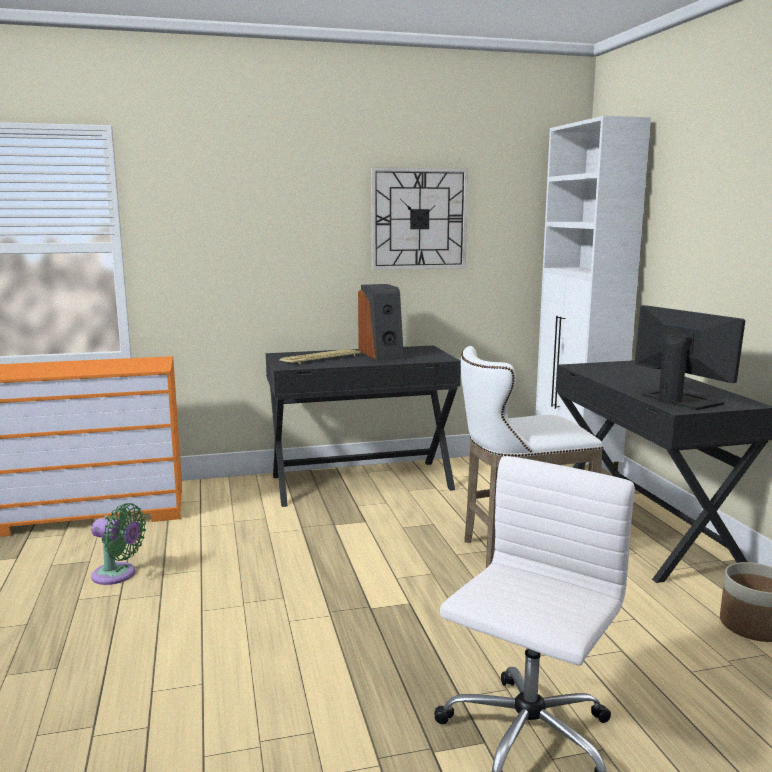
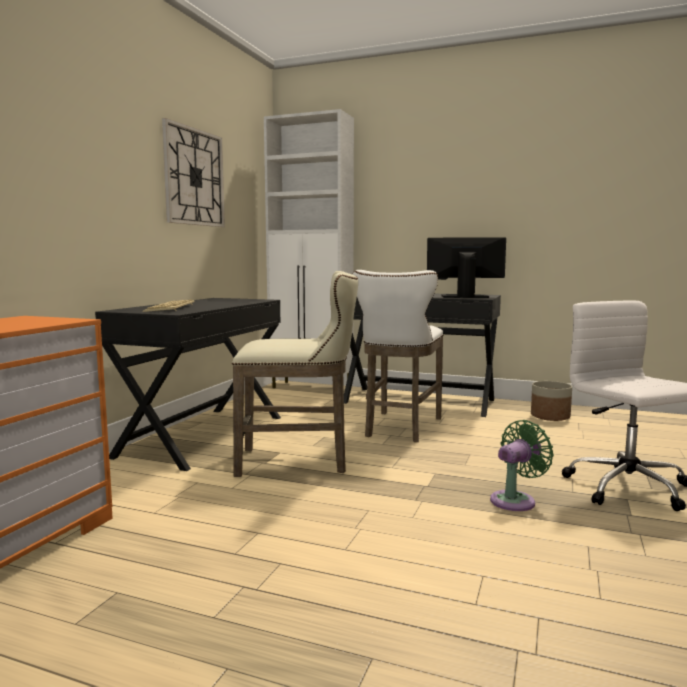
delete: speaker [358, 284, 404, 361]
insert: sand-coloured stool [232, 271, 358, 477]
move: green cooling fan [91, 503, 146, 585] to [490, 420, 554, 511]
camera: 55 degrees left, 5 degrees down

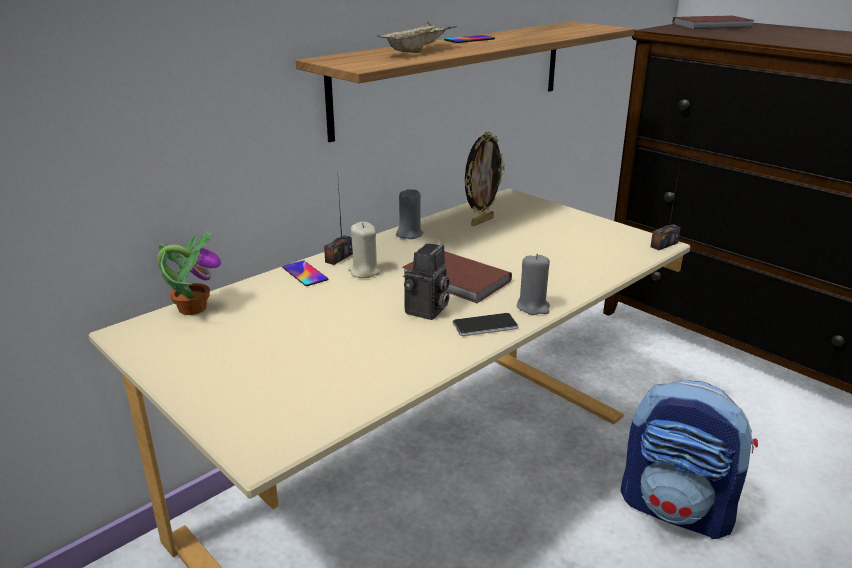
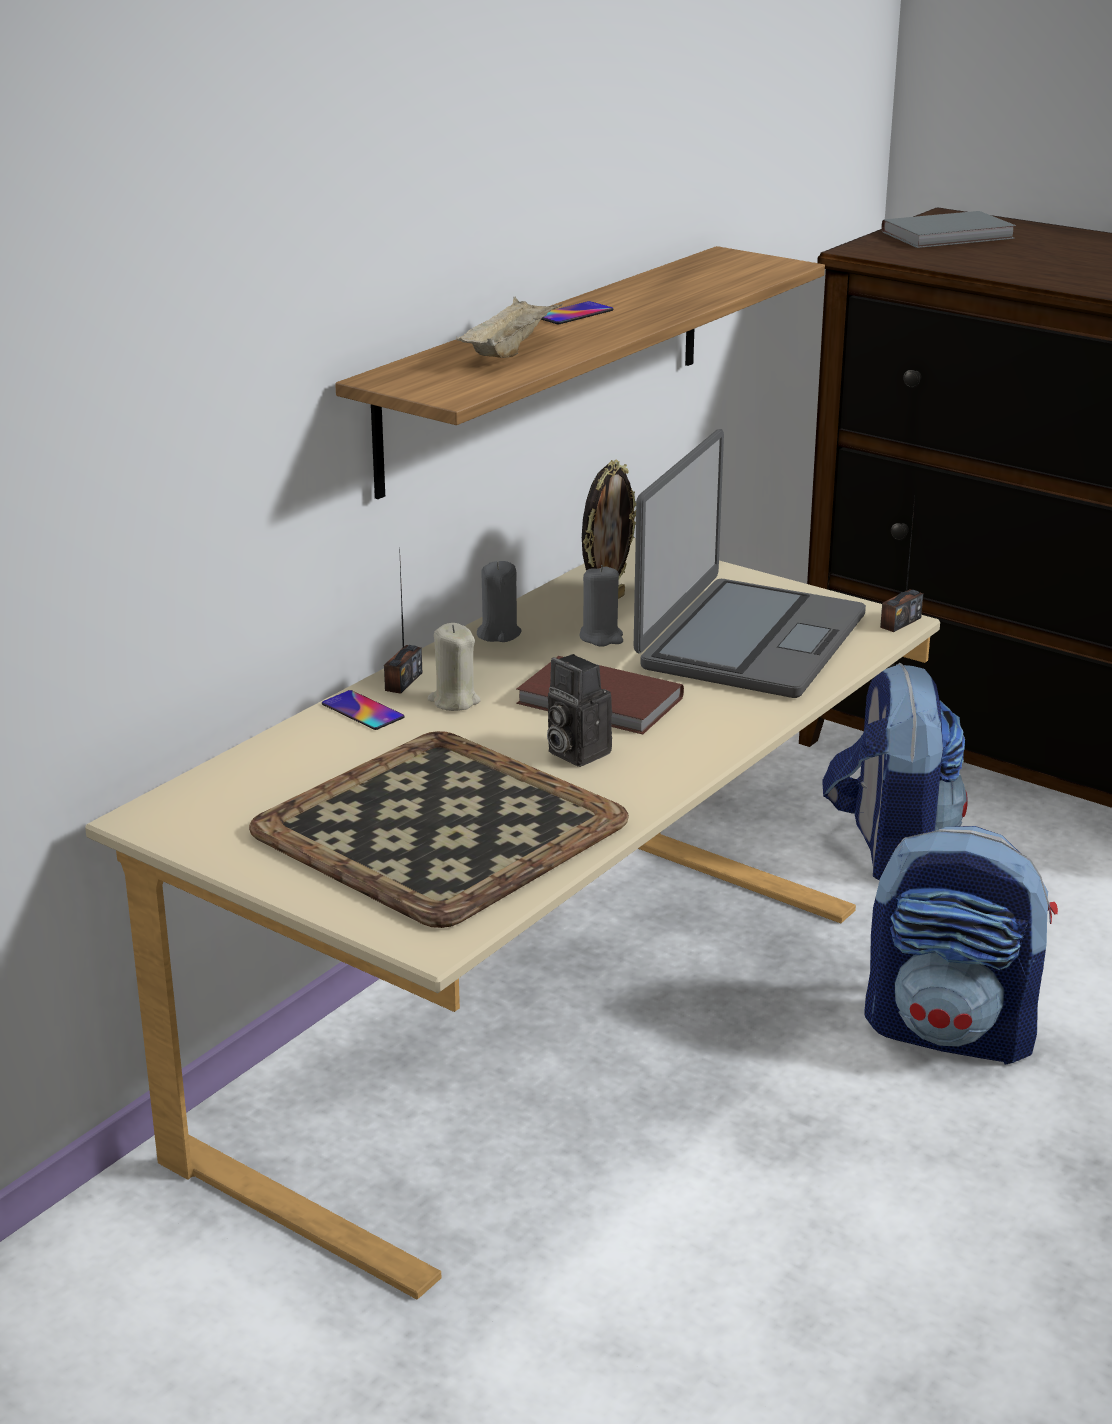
delete: plant in a pot [157, 232, 221, 315]; handset [453, 313, 518, 336]
insert: tray [249, 731, 629, 928]; laptop [634, 429, 866, 698]; backpack [822, 663, 968, 881]
move: grey candle [517, 254, 550, 315] to [580, 565, 623, 647]
recolor: brown-coloured book [672, 15, 754, 30] to grey book [881, 211, 1016, 248]
rotate: photo camera [404, 243, 450, 320] = [547, 654, 612, 767] 120 degrees clockwise
camera: 10 degrees left, 0 degrees up

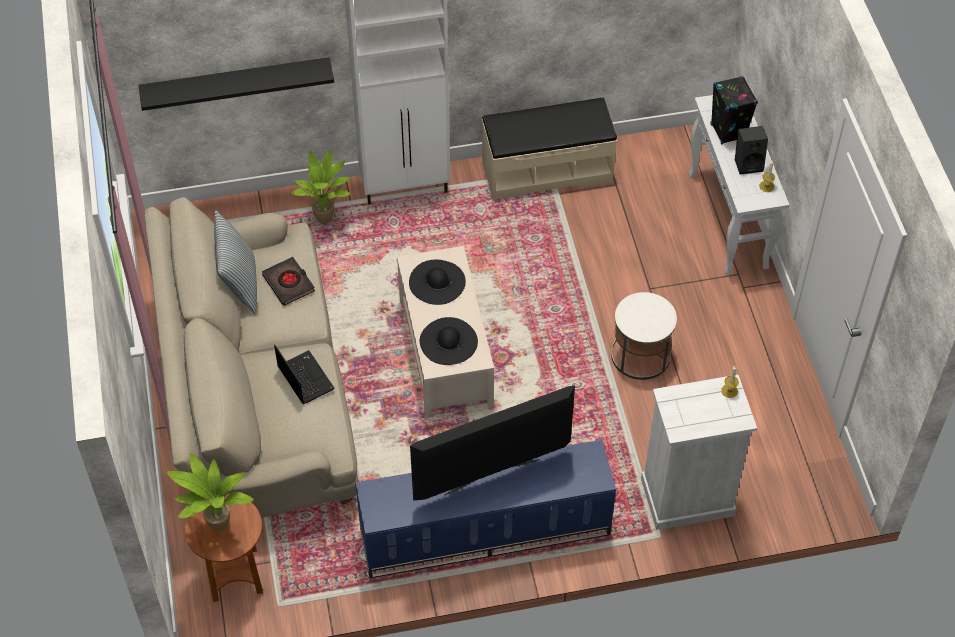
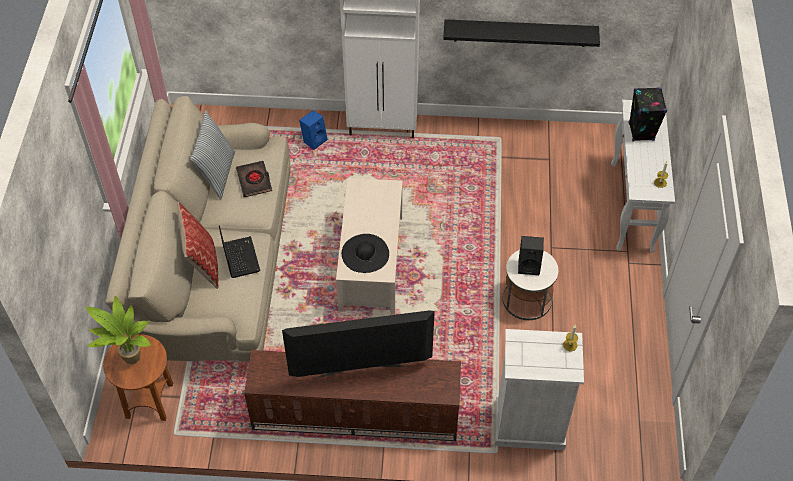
delete: black-coloured wearable hat [409, 260, 466, 305]; sand-coloured long seat [482, 98, 617, 200]
insert: pillow [177, 202, 218, 289]
move: black-coloured wall shelf [139, 57, 334, 111] to [443, 19, 600, 47]; black-coloured speaker [735, 126, 768, 175] to [518, 236, 544, 275]
replace: plant in a pot [291, 150, 351, 224] to blue speaker [299, 110, 327, 150]
recolor: blue tv stand [355, 440, 616, 578] to brown-coloured tv stand [244, 350, 461, 441]
camera: 15 degrees right, 0 degrees up

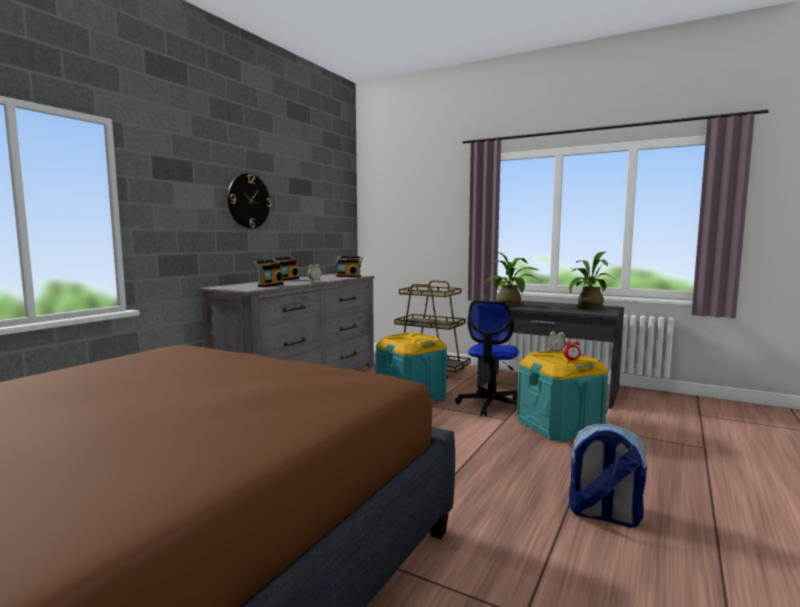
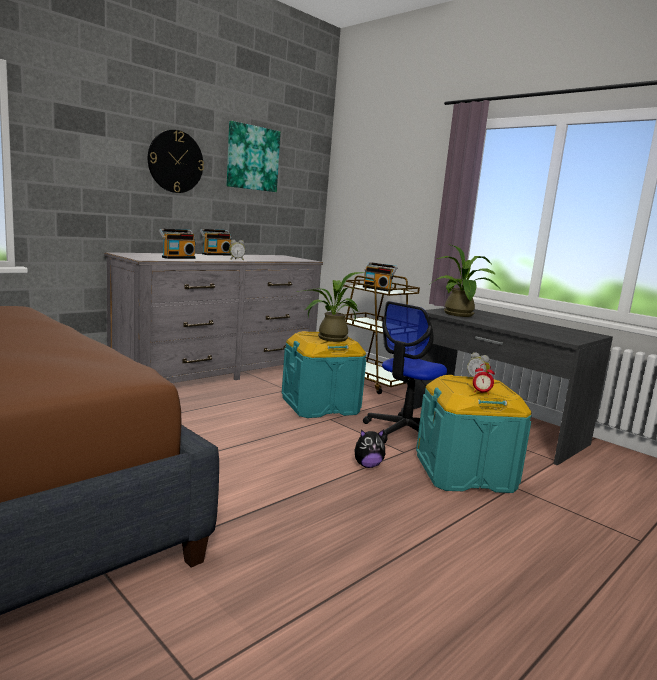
delete: backpack [569, 424, 647, 527]
insert: picture [227, 121, 280, 192]; cuddly toy [354, 430, 385, 468]
move: plant in a pot [569, 252, 613, 309] to [298, 272, 364, 342]; radio set [336, 256, 363, 277] to [363, 262, 397, 291]
camera: 15 degrees right, 5 degrees up

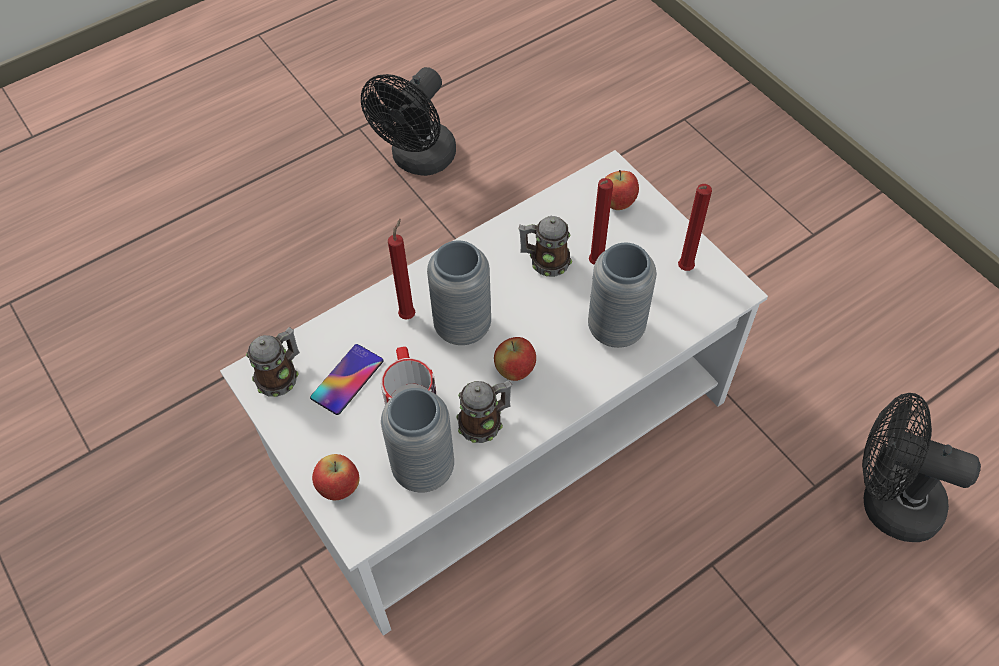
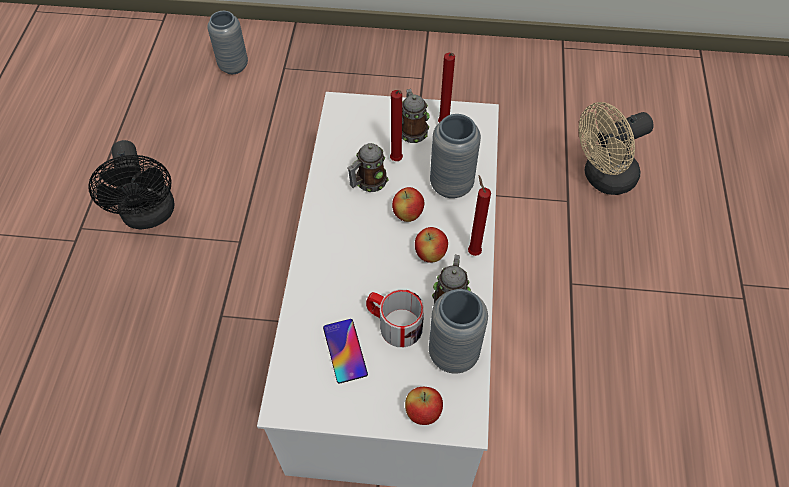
move: grey decorative vase [427, 241, 491, 345] to [207, 11, 248, 74]; whole apple [605, 170, 639, 210] to [392, 187, 424, 222]; coffee mug [246, 327, 300, 397] to [402, 89, 430, 143]; red-coloured candle [388, 218, 415, 320] to [468, 176, 491, 256]
recolor: black-coloured cooling fan [862, 393, 981, 542] to sand-coloured cooling fan [579, 102, 653, 195]
camera: 50 degrees left, 0 degrees up

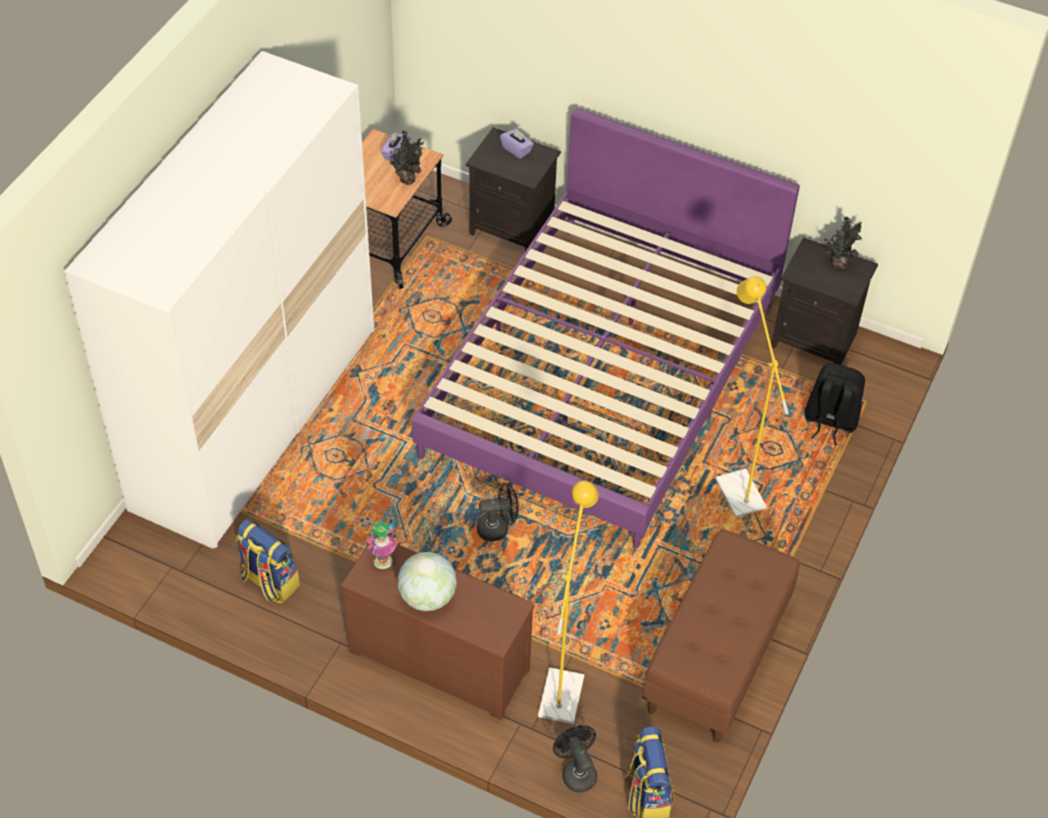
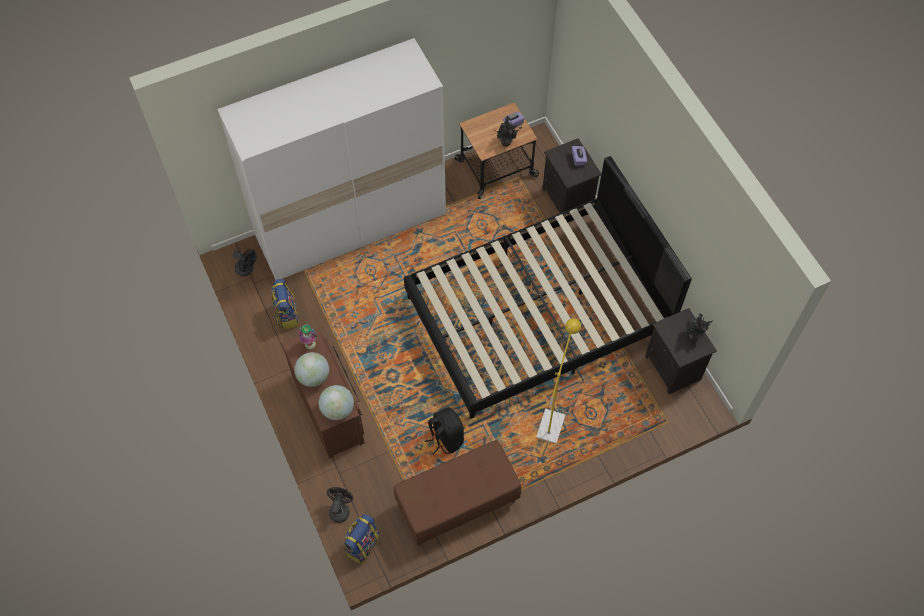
delete: yellowish standard lamp [538, 481, 599, 724]
insert: desk globe [318, 385, 354, 420]
move: black-coloured cooling fan [477, 483, 519, 541] to [232, 249, 256, 277]; black-coloured backpack [805, 364, 865, 446] to [425, 407, 464, 455]
recolor: purplish bed [412, 108, 800, 548] to black-coloured bed [404, 156, 692, 419]
camera: 40 degrees right, 10 degrees up

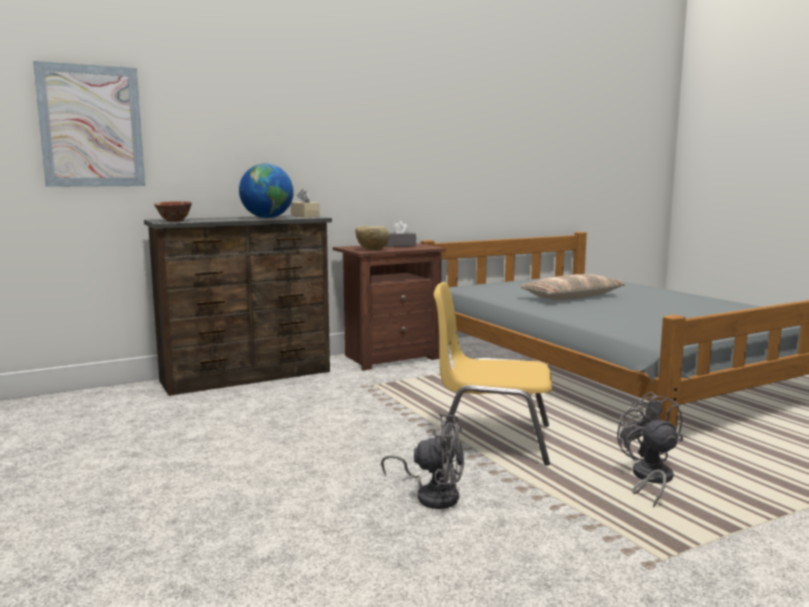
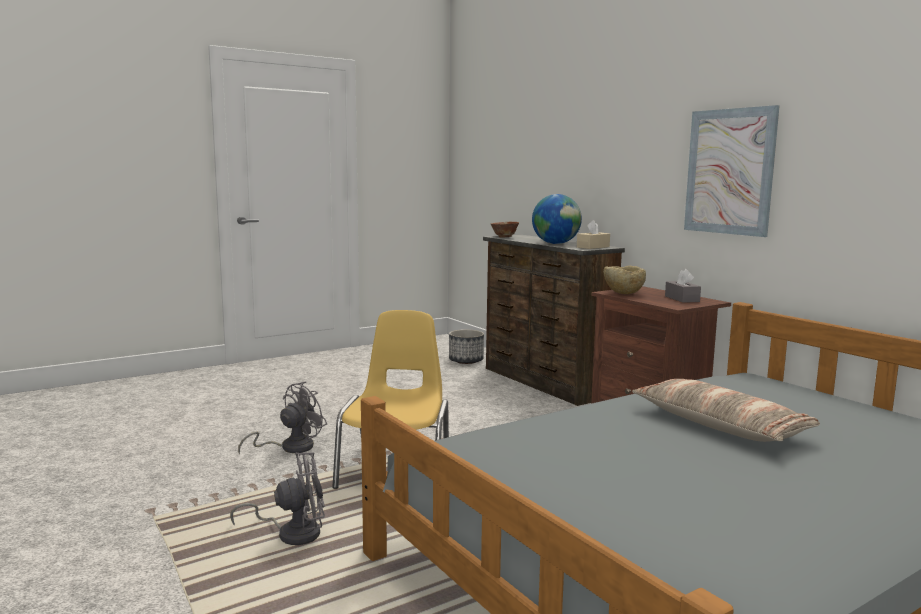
insert: planter [449, 329, 484, 364]
move: picture [33, 61, 145, 187] to [684, 105, 780, 237]
rotate: grey cooling fan [381, 413, 464, 509] = [238, 381, 327, 455] 150 degrees counterclockwise
camera: 85 degrees right, 0 degrees up

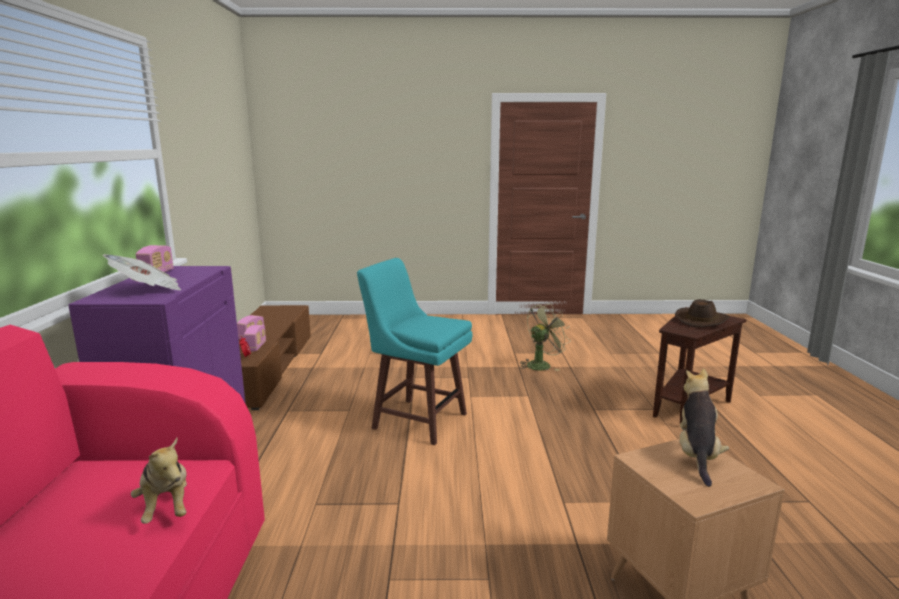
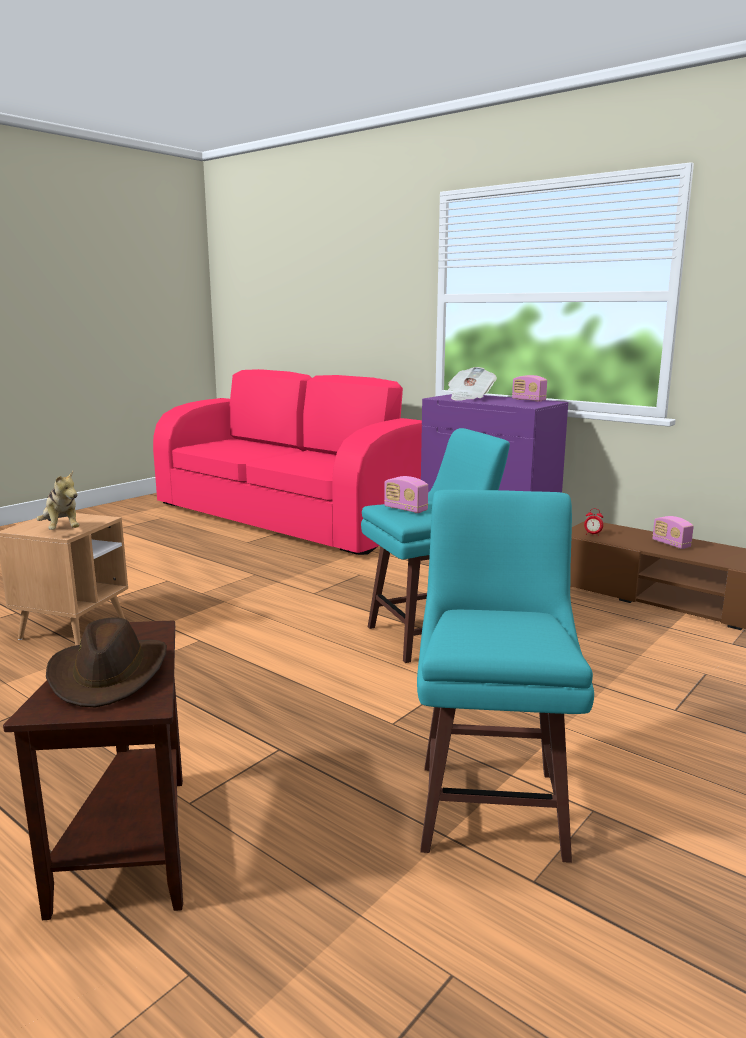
delete: cuddly toy [131, 438, 187, 524]
move: radio set [244, 325, 266, 351] to [384, 476, 428, 513]
replace: green cooling fan [519, 303, 570, 371] to turquoise-coloured stool [417, 490, 594, 863]
camera: 130 degrees right, 0 degrees up

